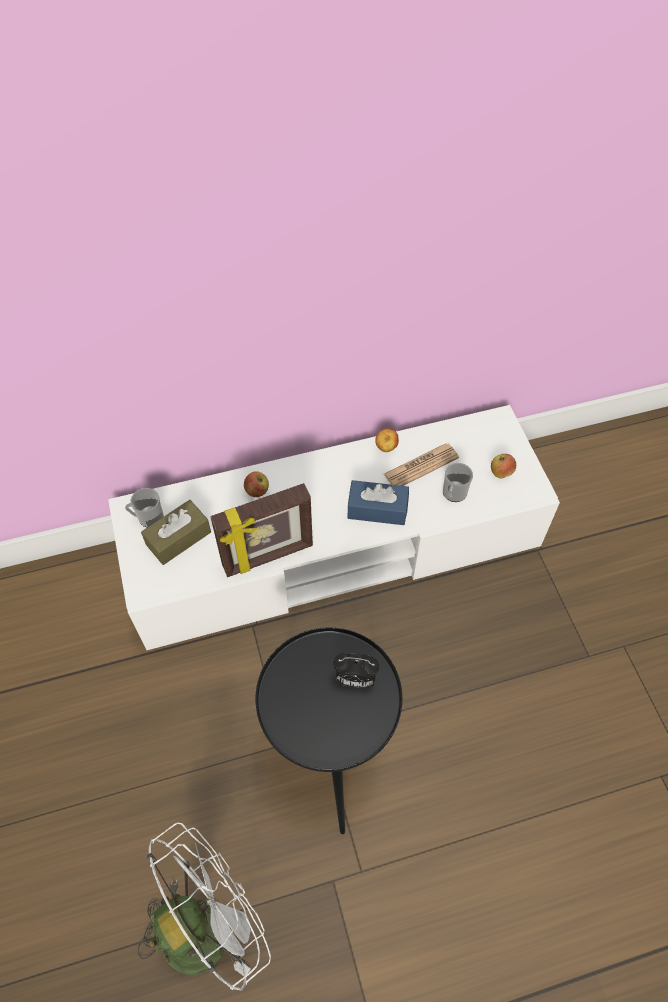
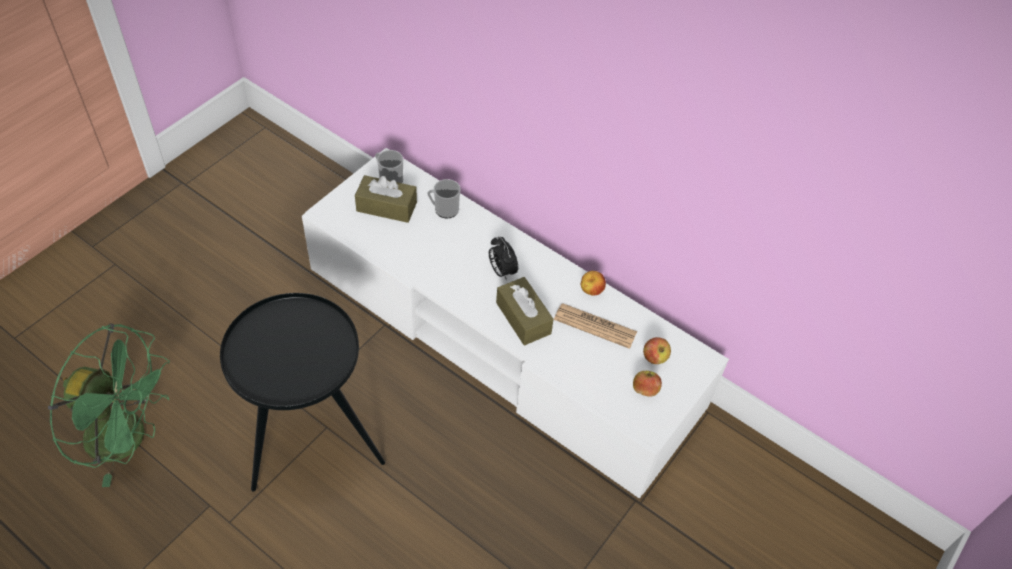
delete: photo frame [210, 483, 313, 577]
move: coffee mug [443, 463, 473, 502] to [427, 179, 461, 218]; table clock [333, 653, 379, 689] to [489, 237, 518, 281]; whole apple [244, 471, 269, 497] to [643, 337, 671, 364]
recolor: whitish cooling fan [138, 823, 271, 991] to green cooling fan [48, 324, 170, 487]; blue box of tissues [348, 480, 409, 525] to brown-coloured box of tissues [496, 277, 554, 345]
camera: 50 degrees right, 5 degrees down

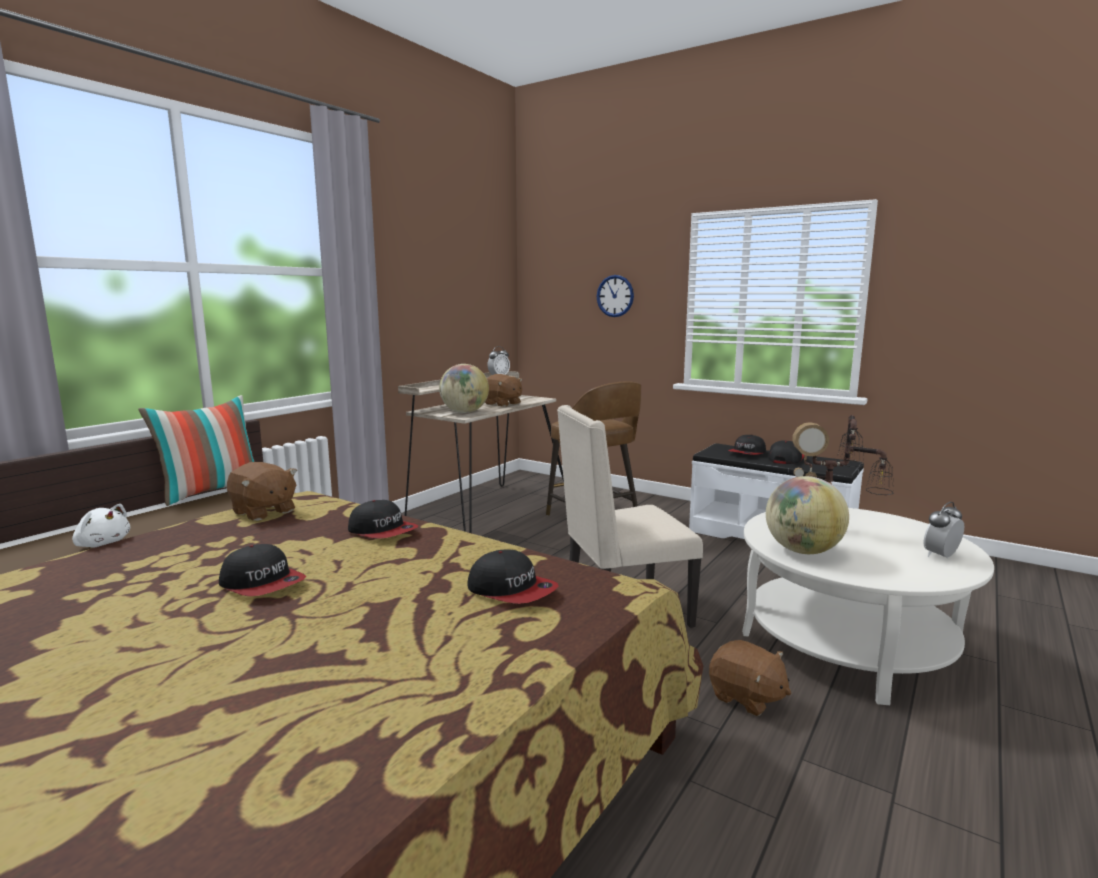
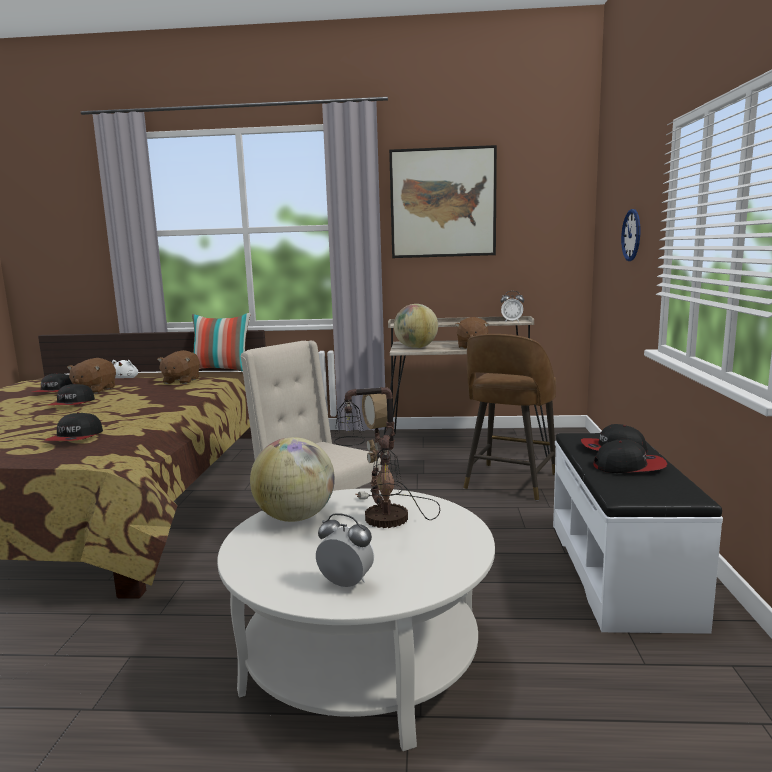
insert: picture [389, 145, 497, 258]
move: baseball cap [348, 500, 419, 539] to [32, 373, 72, 392]; brown-coloured cuddly toy [709, 640, 791, 716] to [67, 358, 116, 394]
camera: 60 degrees right, 0 degrees up

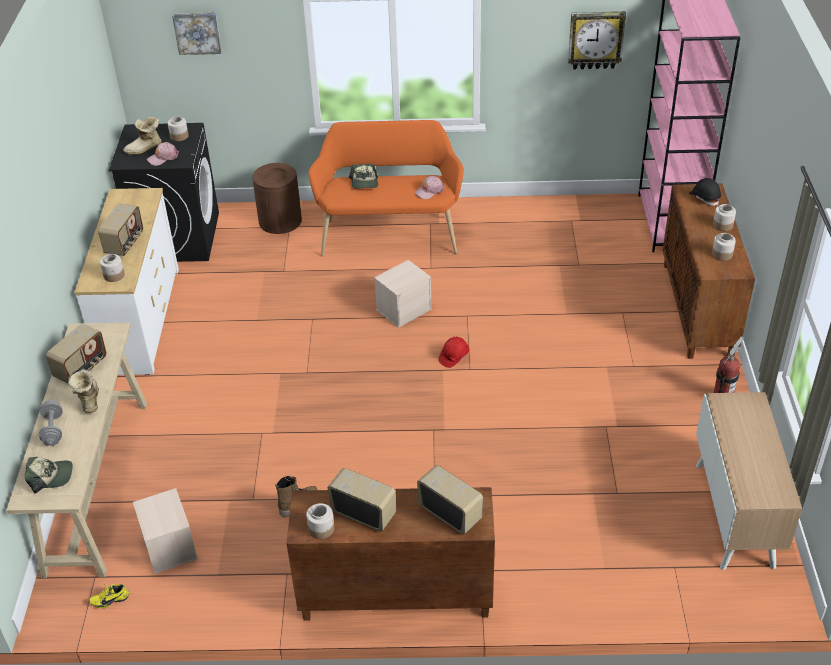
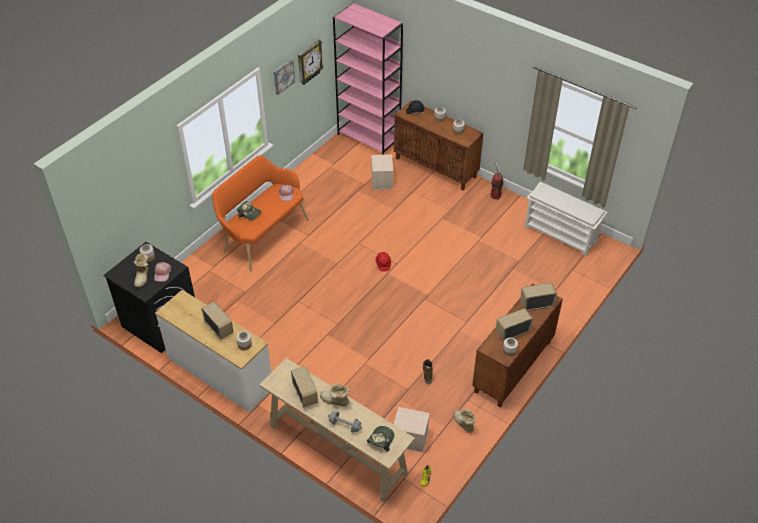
delete: brown-coloured rubbish bin [252, 163, 302, 234]
insert: high-top boot [453, 409, 476, 433]
move: picture [172, 12, 222, 55] to [274, 59, 295, 95]; sand-coloured storage container [374, 260, 432, 328] to [371, 154, 393, 190]
replace: cabinet [696, 392, 802, 570] to whitish shoe shelf [525, 182, 607, 256]
camera: 55 degrees left, 5 degrees up

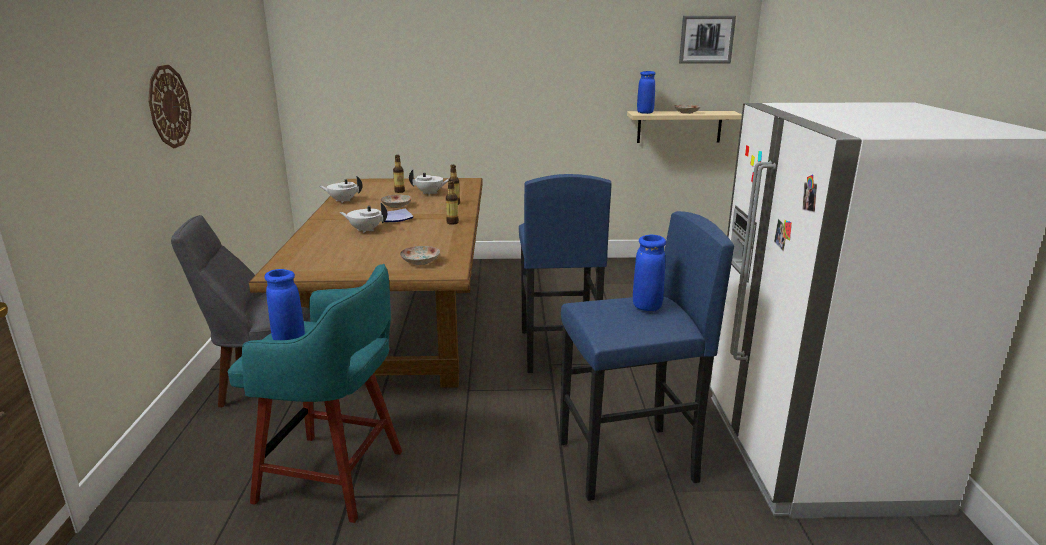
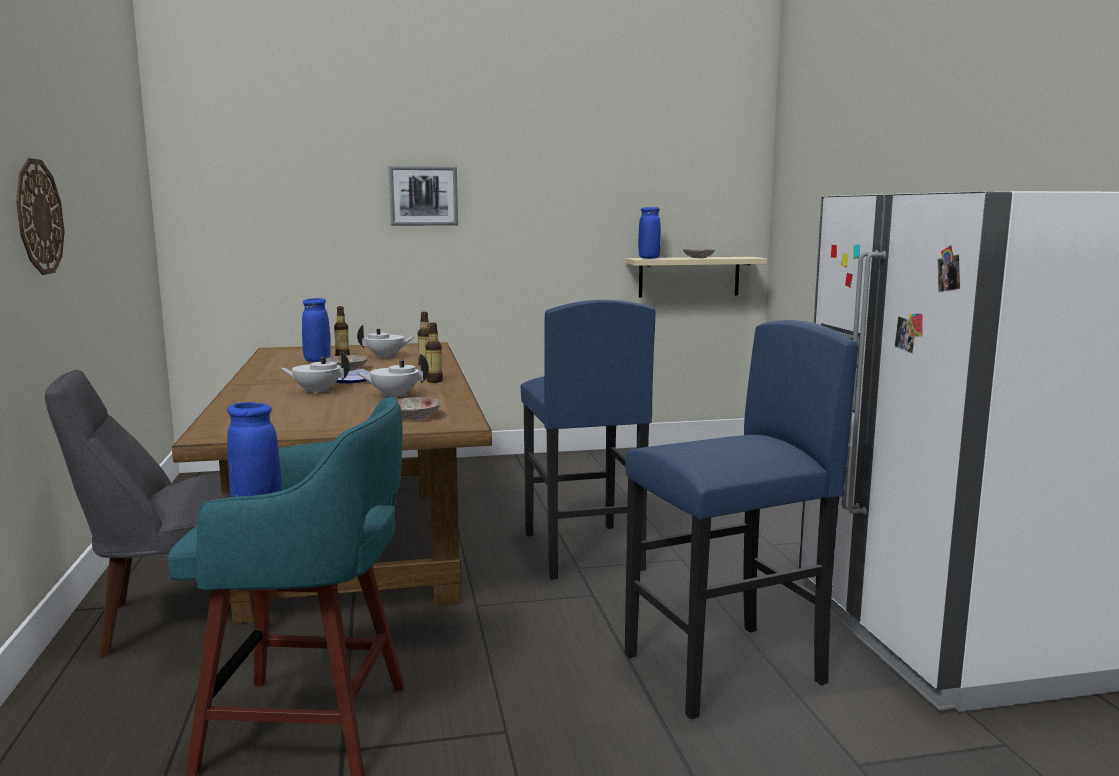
move: blue decorative vase [633, 235, 666, 311] to [302, 298, 331, 362]; whitish tea pot [319, 176, 363, 203] to [356, 354, 429, 398]; picture [679, 16, 736, 63] to [389, 166, 458, 226]
camera: 10 degrees left, 10 degrees down

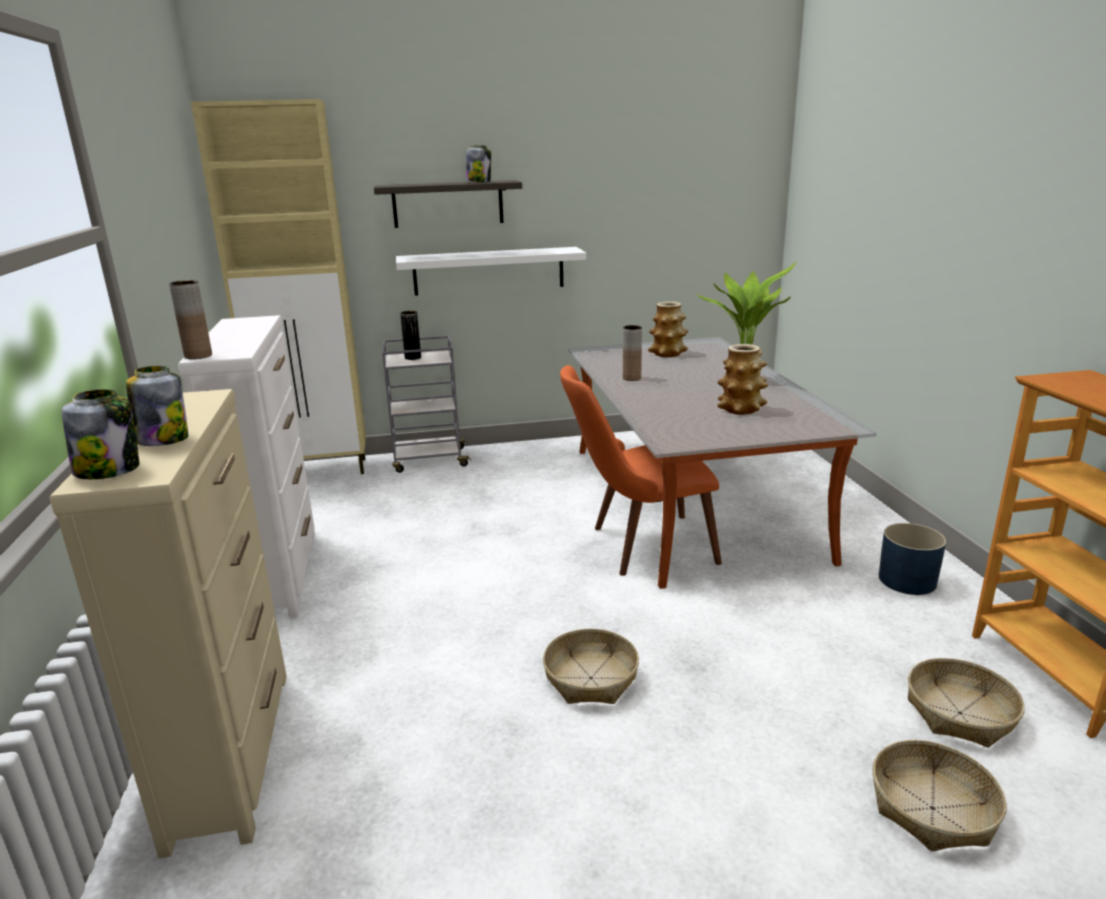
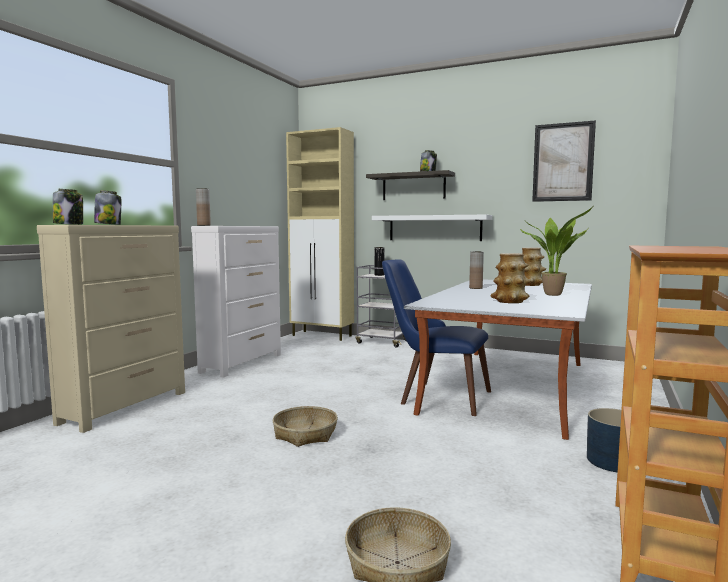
delete: household basket [908, 658, 1025, 748]
insert: picture [532, 120, 596, 202]
recolor: orangey chair [560, 365, 722, 576] to blue chair [382, 259, 491, 416]
camera: 35 degrees right, 15 degrees down

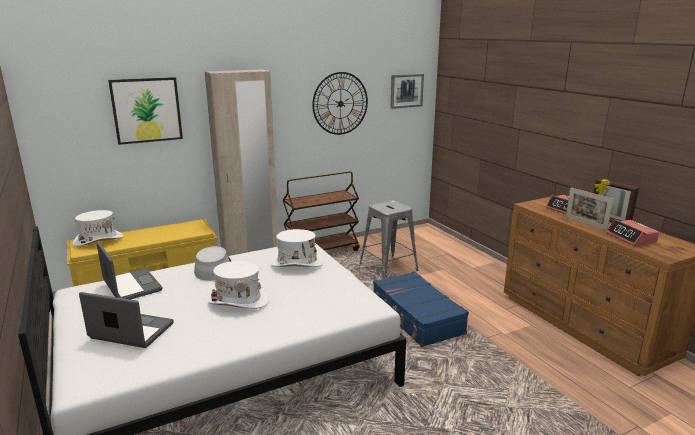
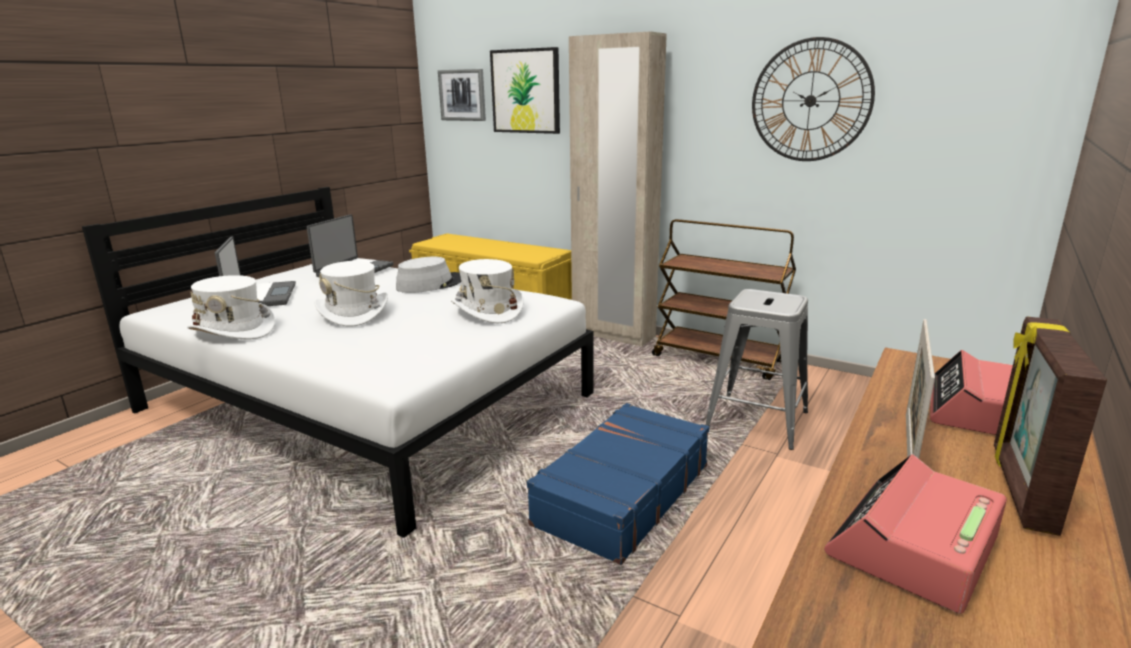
move: whitish wearable hat [73, 210, 123, 247] to [187, 275, 275, 340]; picture [391, 74, 424, 109] to [438, 69, 486, 121]
camera: 60 degrees right, 0 degrees up

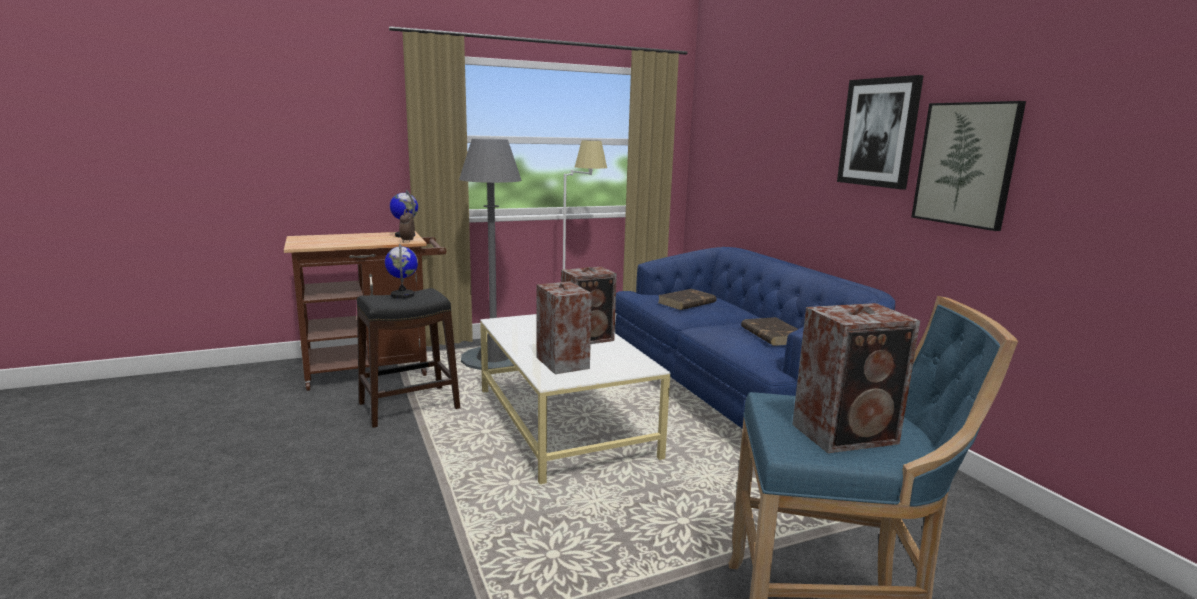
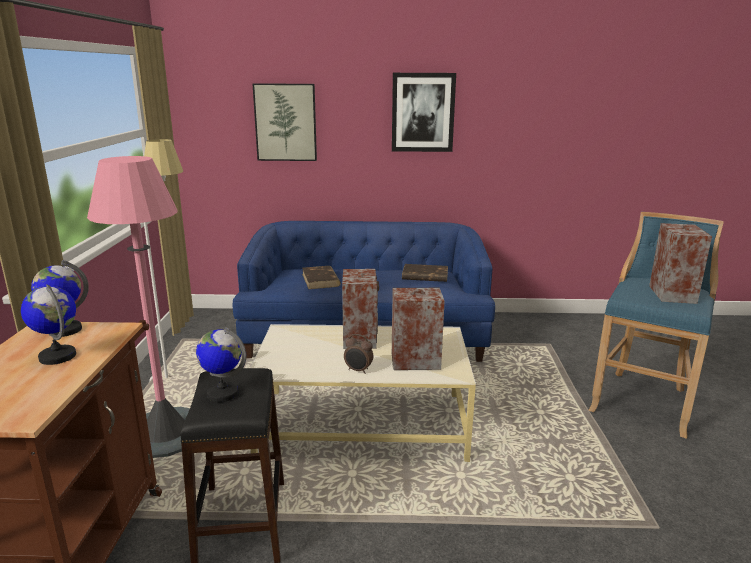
insert: desk globe [21, 284, 76, 365]
move: picture [911, 101, 1026, 231] to [253, 83, 317, 161]; table clock [399, 209, 415, 243] to [344, 334, 373, 374]
recolor: grey standard lamp [459, 139, 522, 370] to pink-coloured standard lamp [87, 156, 190, 458]
camera: 65 degrees left, 5 degrees up

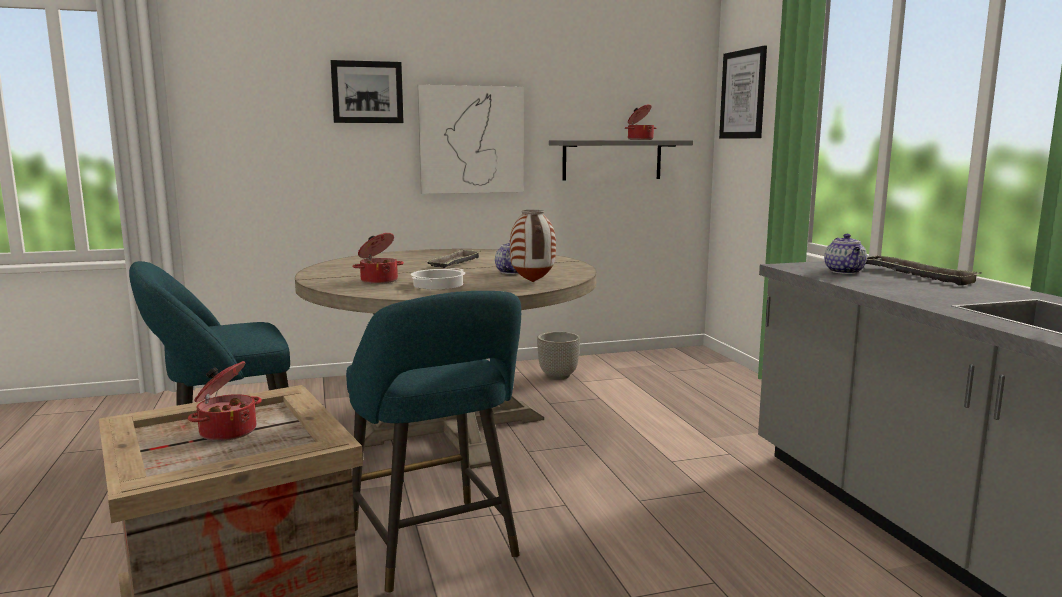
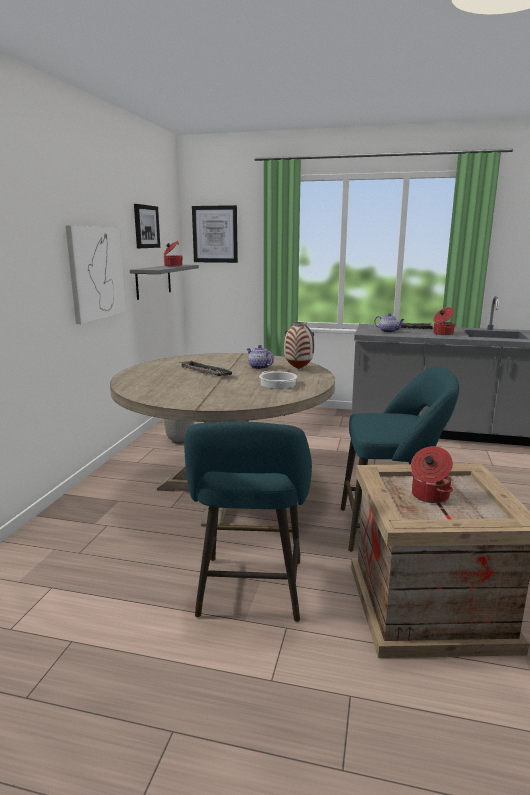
move: picture [331, 60, 404, 123] to [134, 204, 160, 248]; cooking pot [352, 233, 404, 284] to [434, 307, 455, 335]
camera: 60 degrees left, 5 degrees up

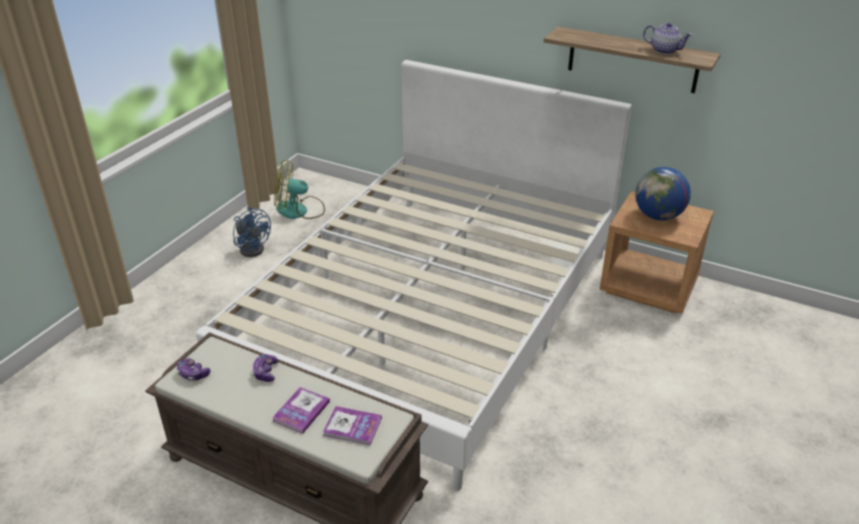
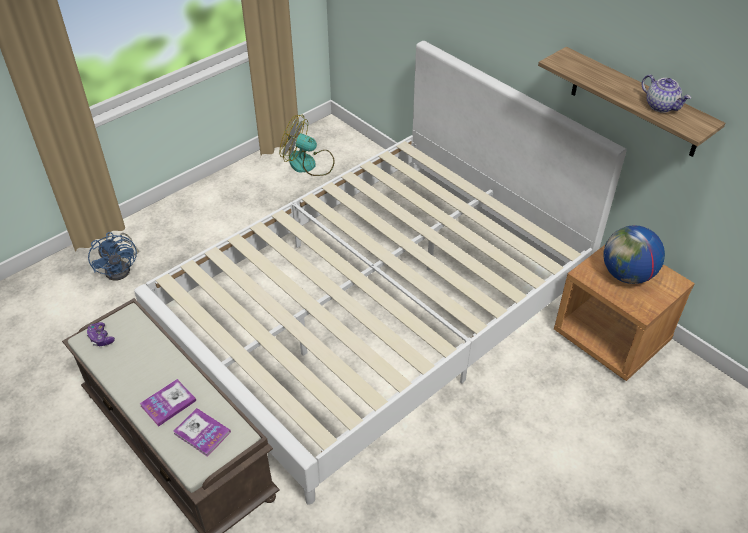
delete: gamepad [252, 354, 279, 382]
move: blue cooling fan [233, 207, 271, 257] to [88, 232, 139, 281]
camera: 20 degrees right, 10 degrees up

